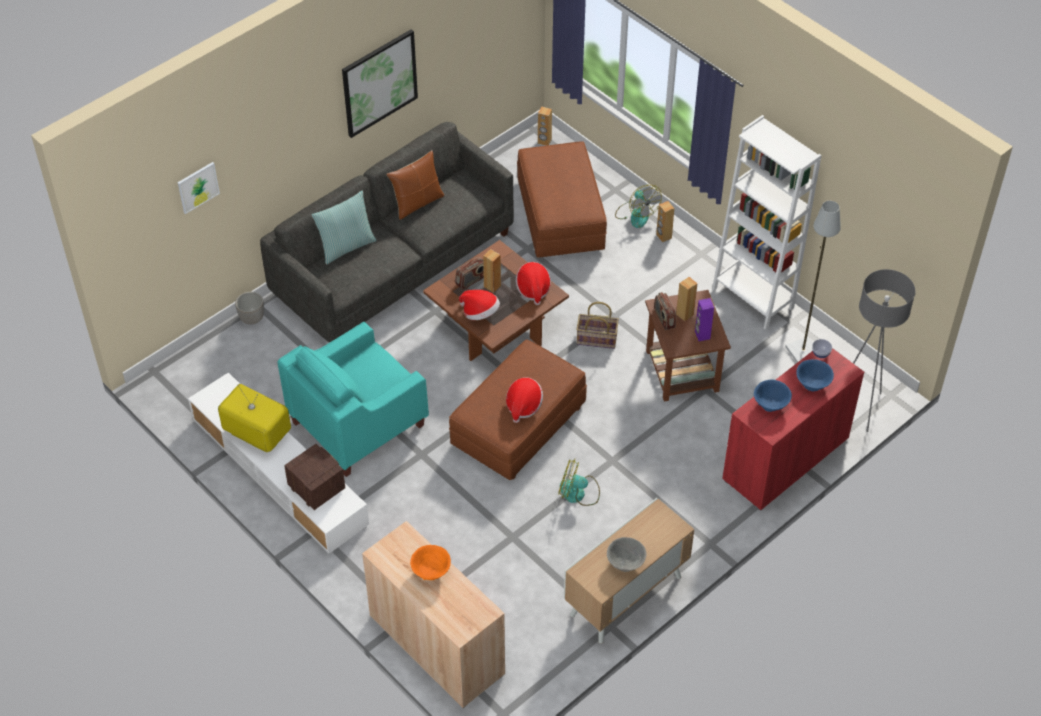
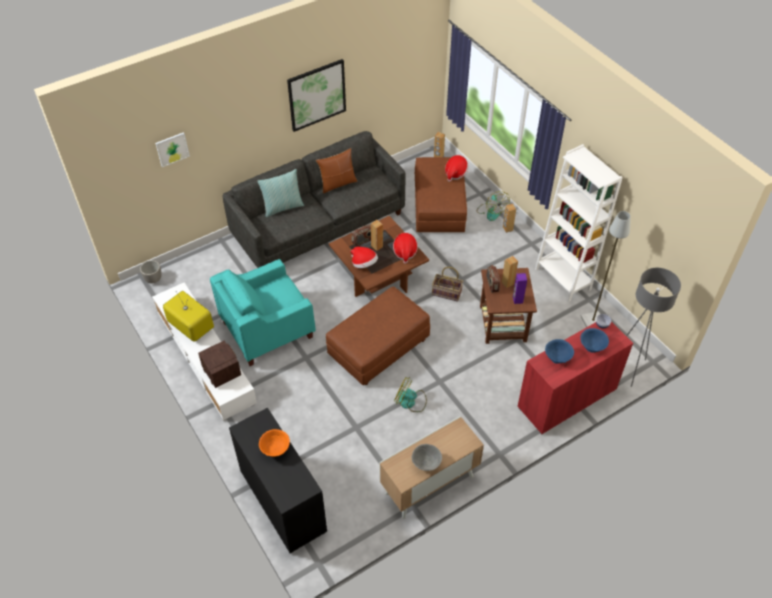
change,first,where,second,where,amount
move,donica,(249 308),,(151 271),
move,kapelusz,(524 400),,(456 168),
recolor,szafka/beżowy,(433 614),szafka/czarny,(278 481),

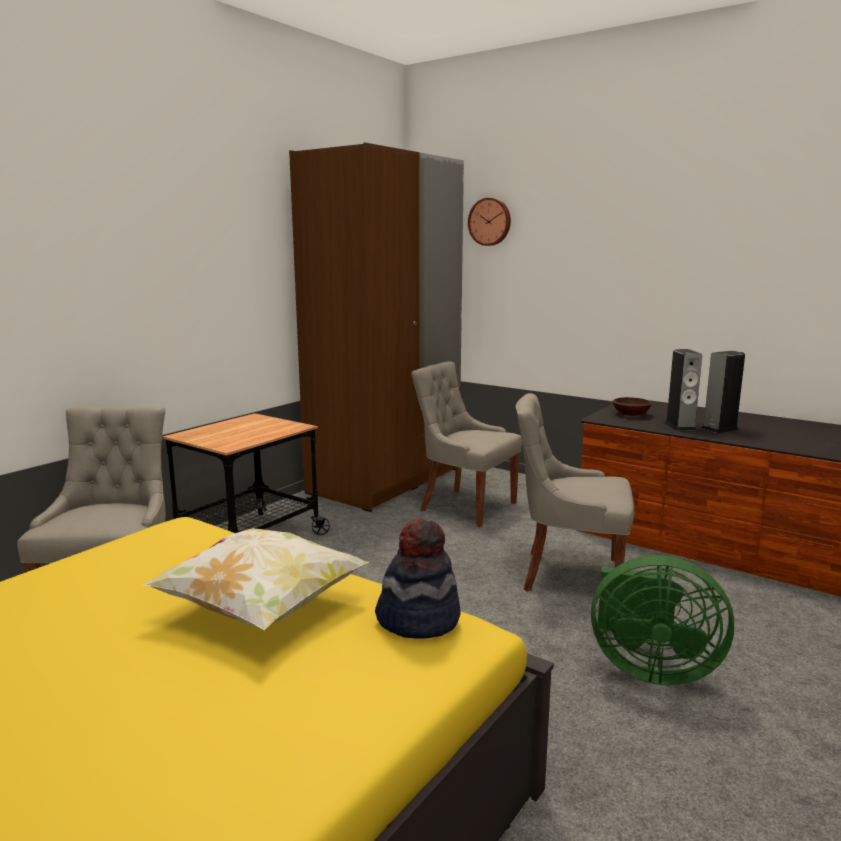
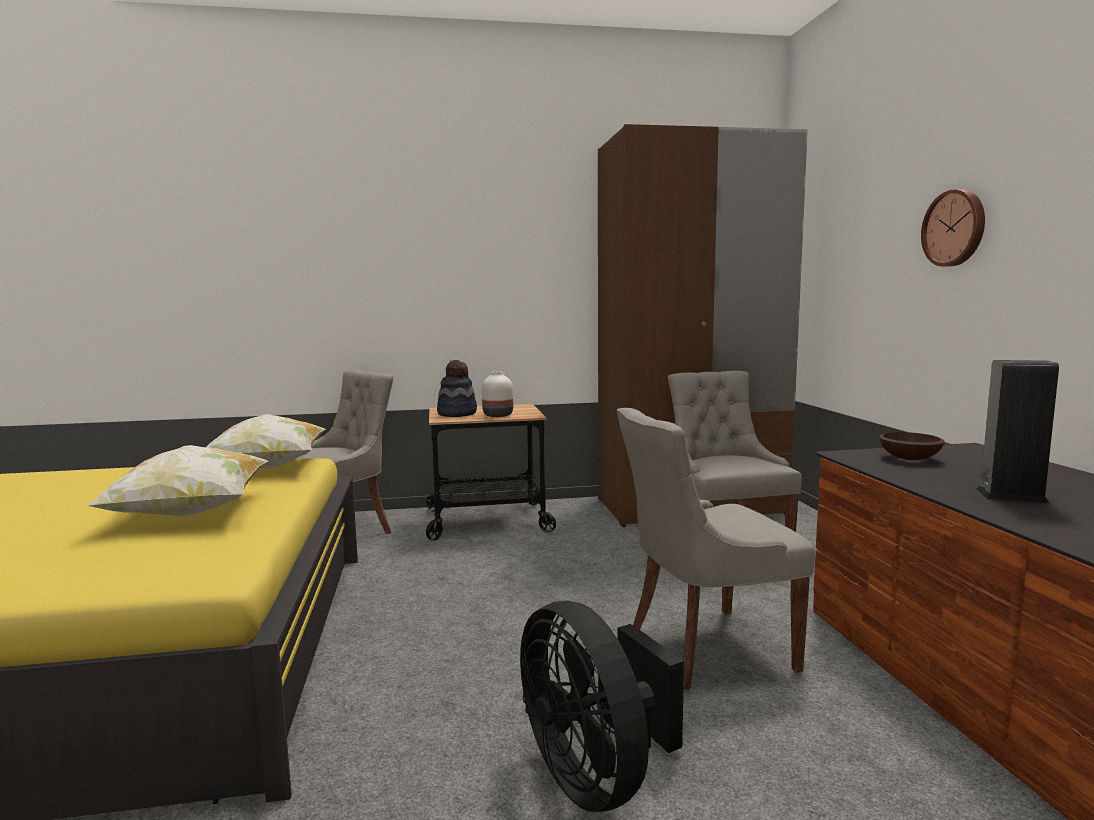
change,first,where,second,where,amount
move,zegar ścienny,(489 222),,(953 228),
delete,głośnik,(683 390),,,
rotate,krzesło/szary,(574 492),,(716 549),75 degrees counterclockwise
move,kapelusz,(418 578),,(457 388),
recolor,wentylator/zielony,(662 620),wentylator/czarny,(602 706),
insert,,,wazon/biały,(497 394),
insert,,,poduszka,(266 441),

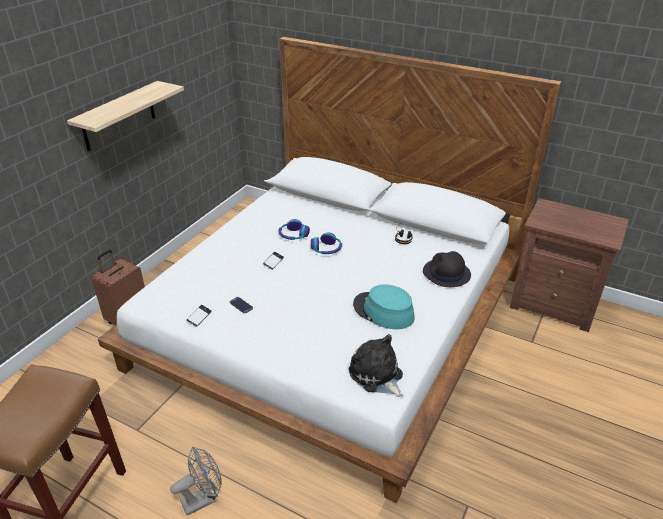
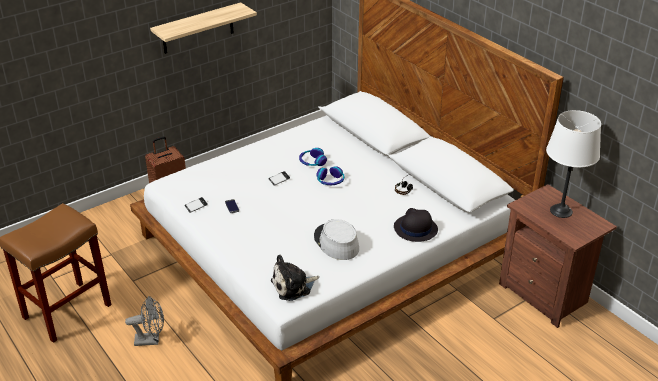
change,first,where,second,where,amount
recolor,kapelusz/turkusowy,(384 306),kapelusz/szary,(336 239),
rotate,pluszak,(376 365),,(295 277),105 degrees counterclockwise
insert,,,lampa stołowa/biały,(573 164),

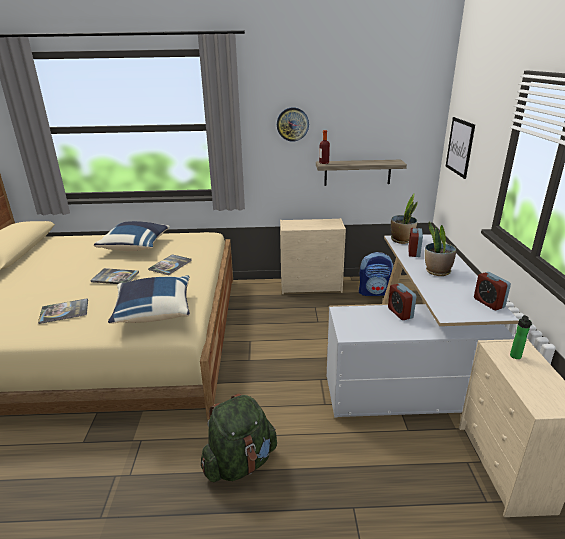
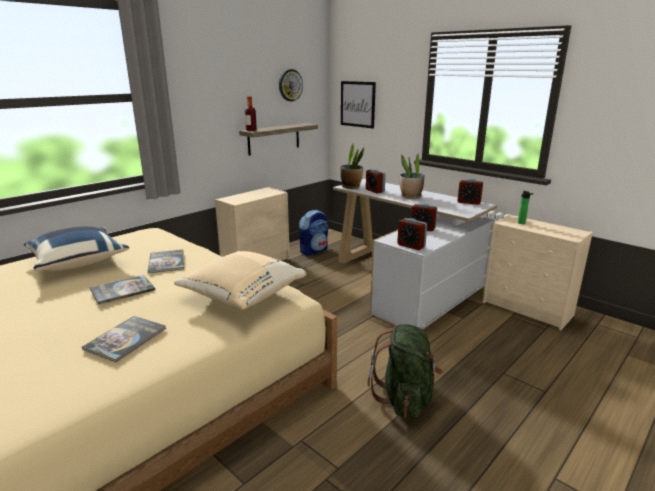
change,first,where,second,where,amount
move,zegar ścienny,(293 124),,(291 85),
recolor,poduszka/niebieski,(149 299),poduszka/beżowy,(240 280),
insert,,,budzik,(412 234),

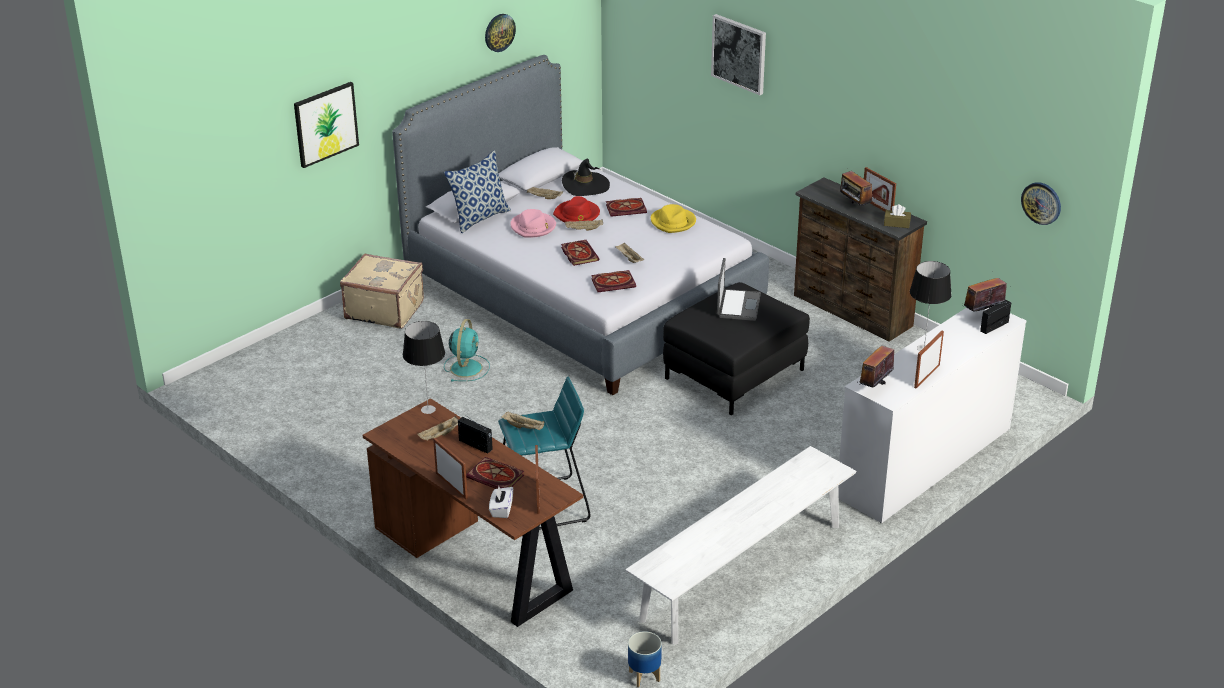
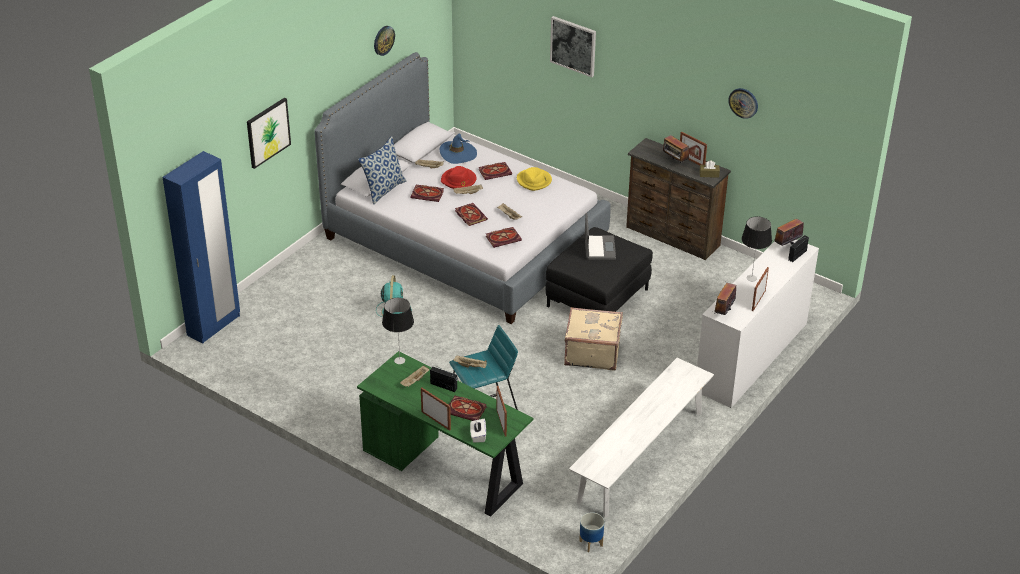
change,first,where,second,where,amount
recolor,kapelusz/czarny,(586 177),kapelusz/niebieski,(458 149),
move,zegar ścienny,(1041 203),,(743 103),
replace,kapelusz/różowy,(533 223),książka,(427 193),
move,walizka/beżowy,(382 291),,(593 339),
recolor,biurko/brązowy,(473 512),biurko/zielony,(445 434),
insert,,,szafa/niebieski,(201 247),

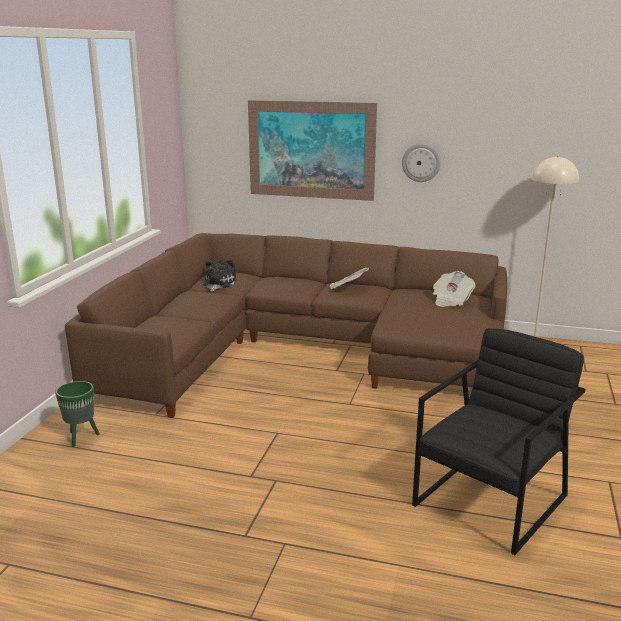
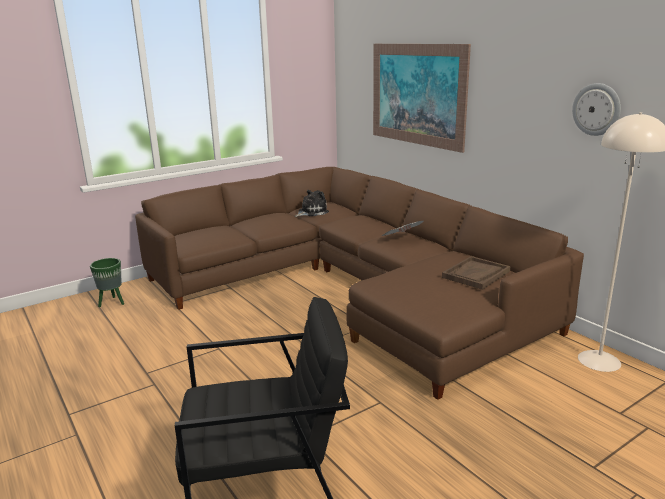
change,first,where,second,where,amount
move,zegar ścienny,(421 162),,(596 109),
replace,gazeta,(454 289),taca/brązowy,(476 273),

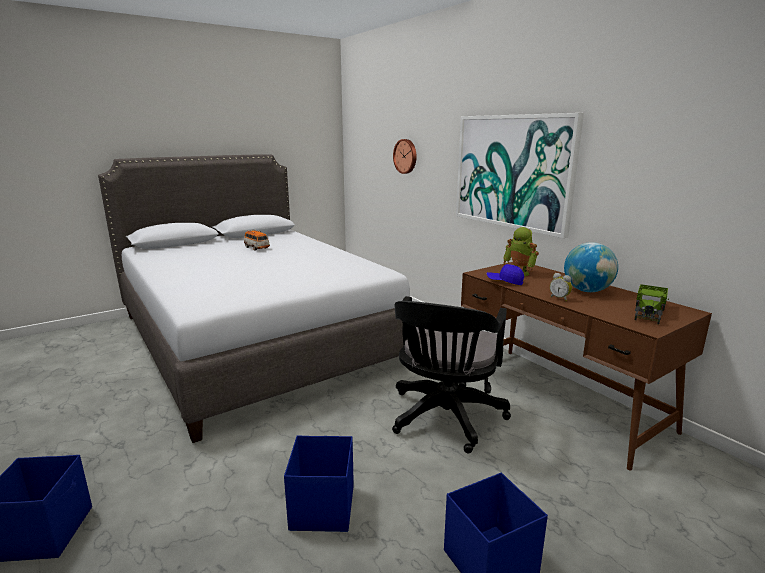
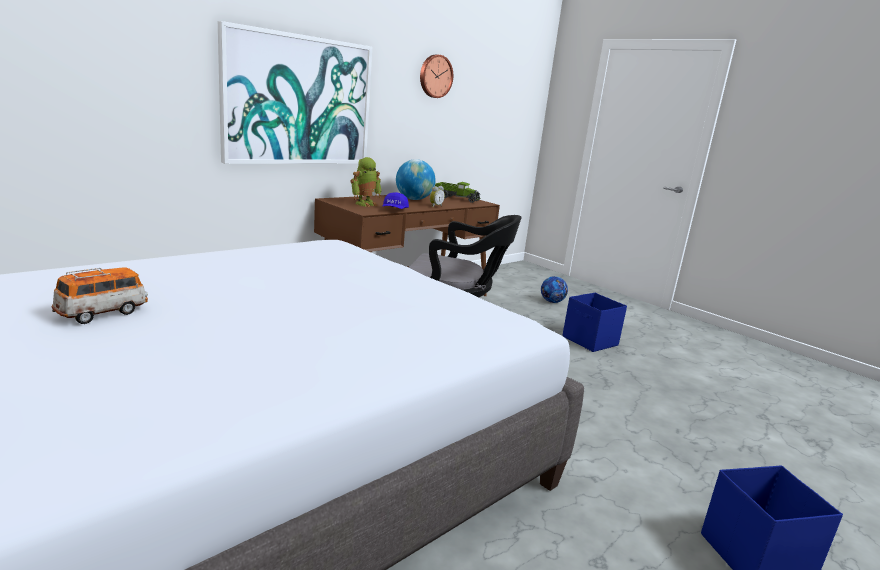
change,first,where,second,where,amount
move,zegar ścienny,(405 156),,(436 76),
delete,pojemnik do przechowywania/niebieski,(319 483),,,
insert,,,piłka futbolowa,(554 289),

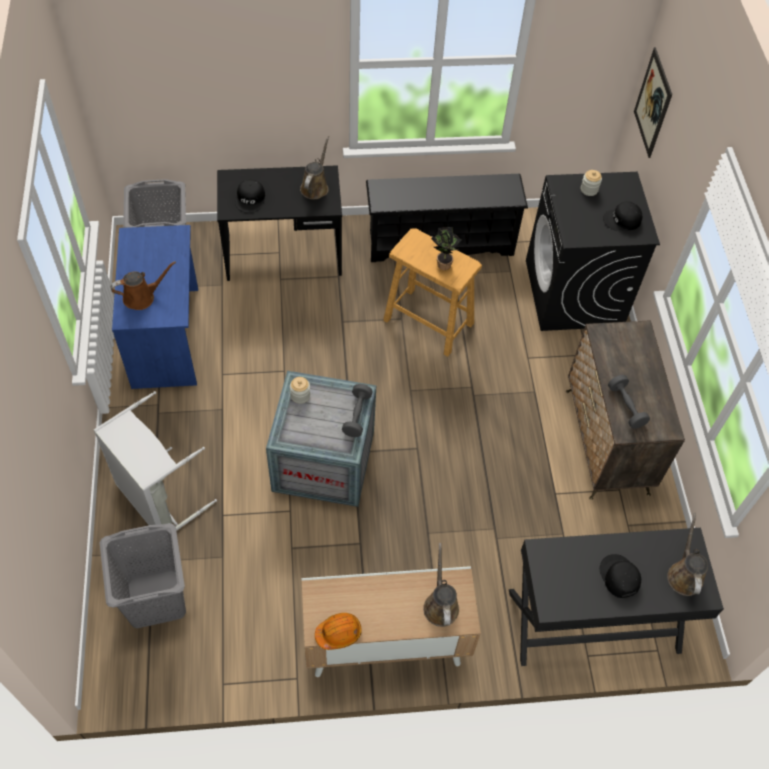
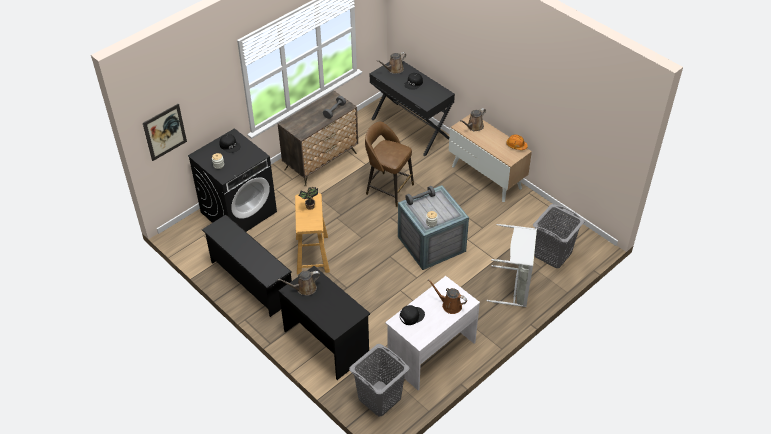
change,first,where,second,where,amount
move,czapka z daszkiem/czarny,(250 196),,(412 315),
recolor,biurko/niebieski,(155 307),biurko/biały,(432 333),
insert,,,stołek/brązowy,(389 164),

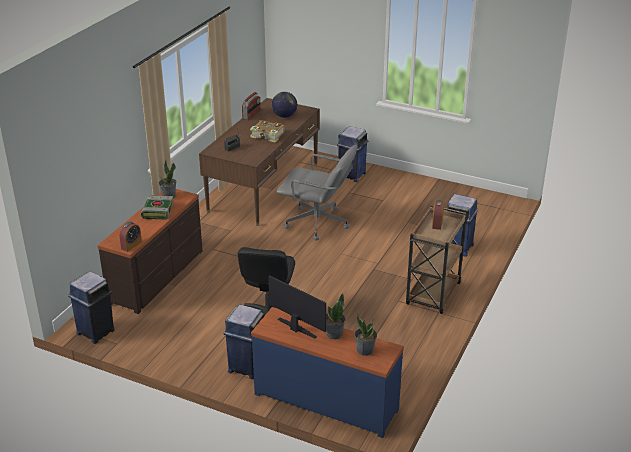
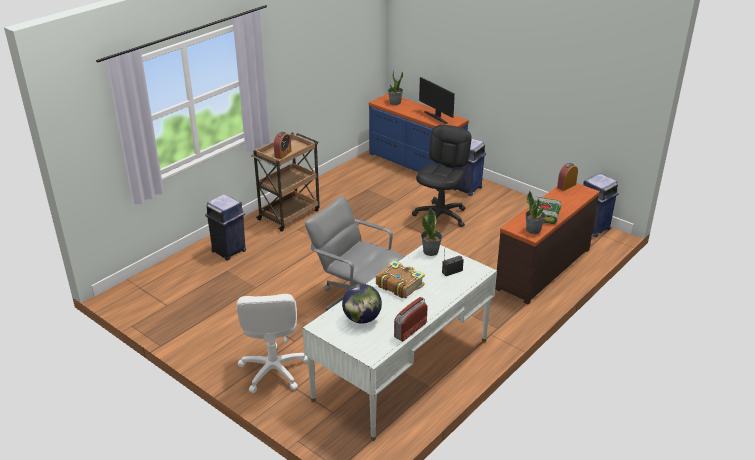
change,first,where,second,where,amount
recolor,biurko/brązowy,(259 162),biurko/biały,(400 342),
replace,kosz na śmieci/niebieski,(352 154),krzesło biurowe/biały,(272 343),
move,roślina doniczkowa,(336 316),,(431 232),

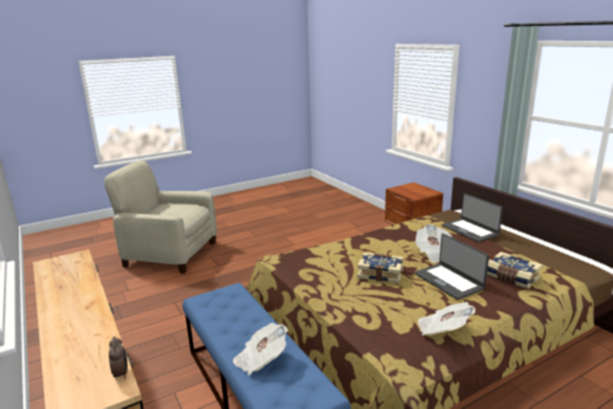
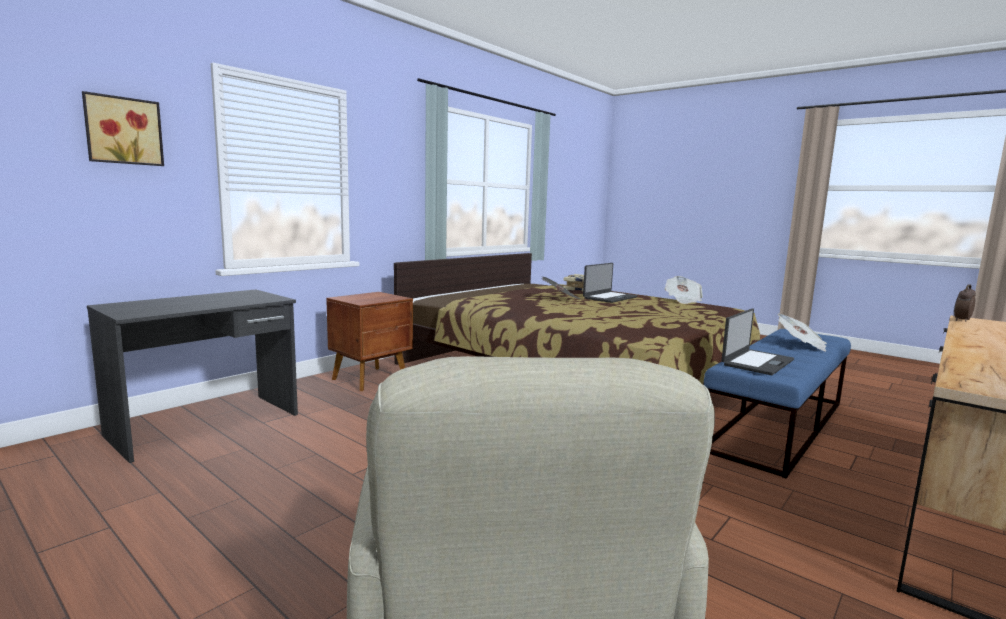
change,first,where,second,where,amount
move,laptop,(472 217),,(757 342),
delete,książka,(380 268),,,
insert,,,obraz,(123 128),
insert,,,biurko/szary,(192 376),

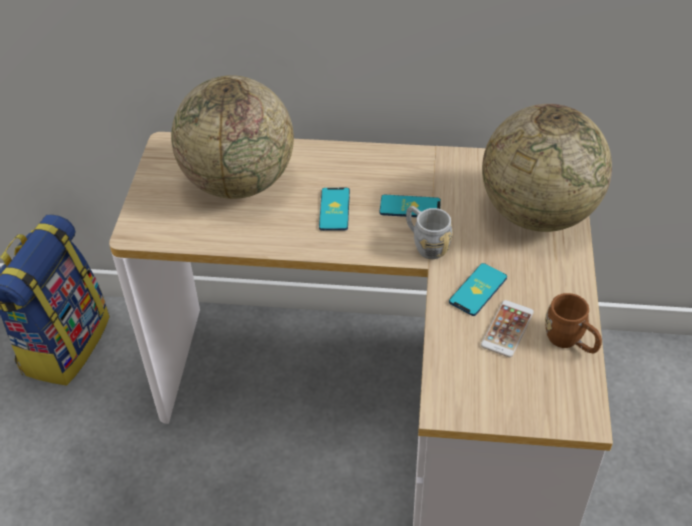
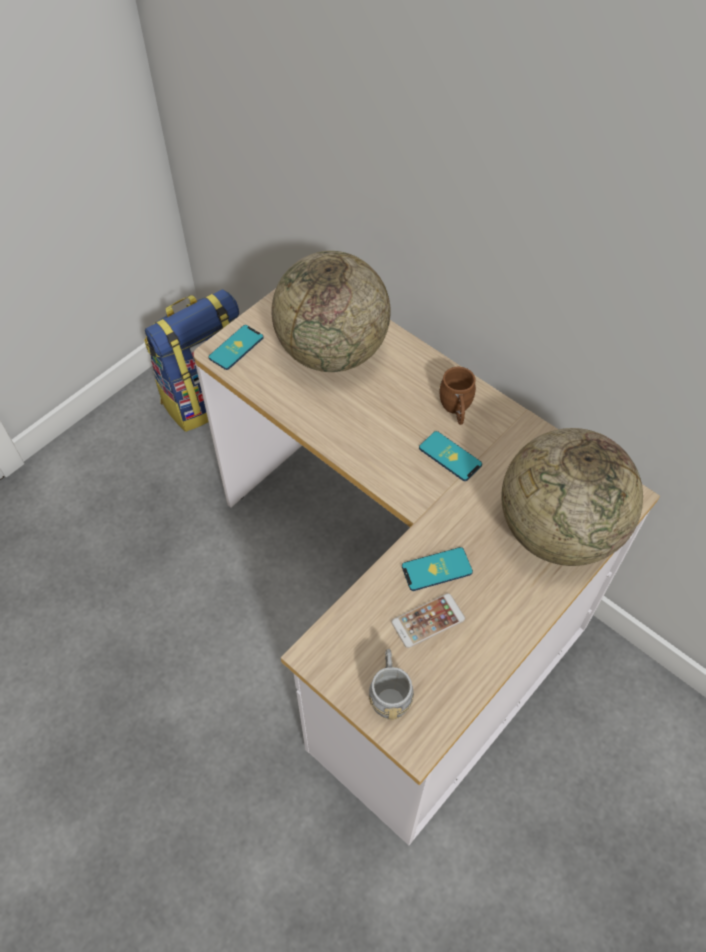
change,first,where,second,where,amount
move,telefon,(334 209),,(236 347),
move,kubek/szary,(429 232),,(391 685),
move,kubek/brązowy,(573 323),,(457 396),

